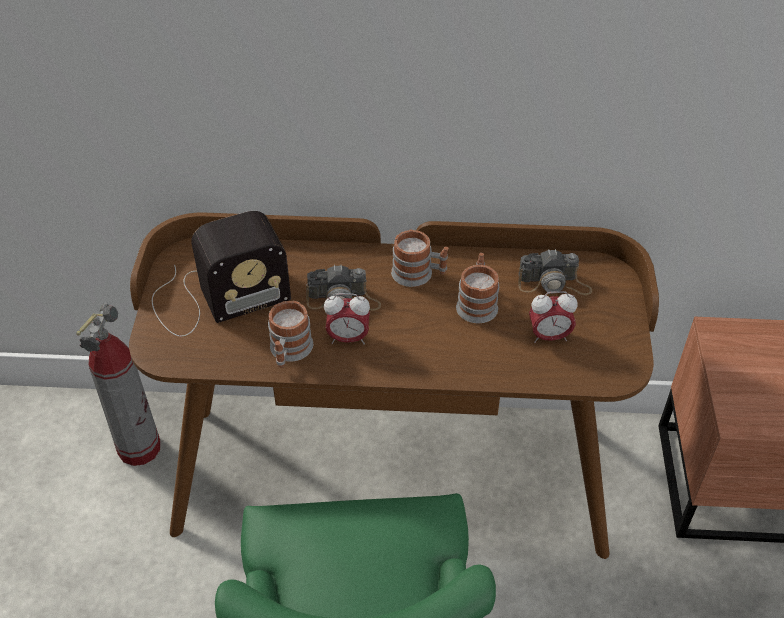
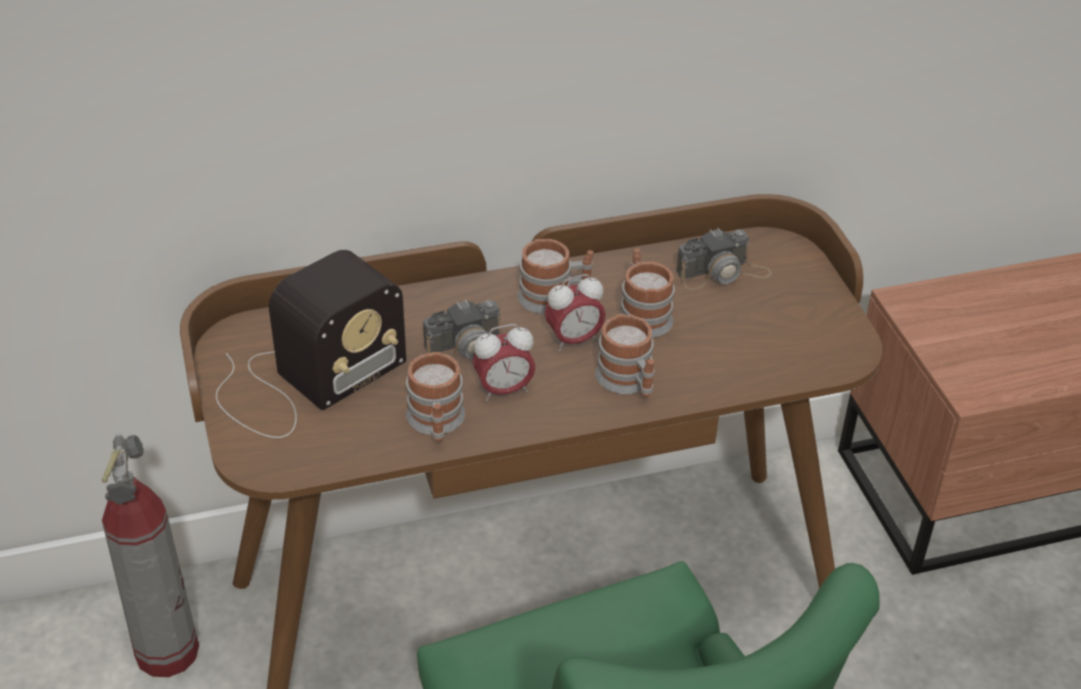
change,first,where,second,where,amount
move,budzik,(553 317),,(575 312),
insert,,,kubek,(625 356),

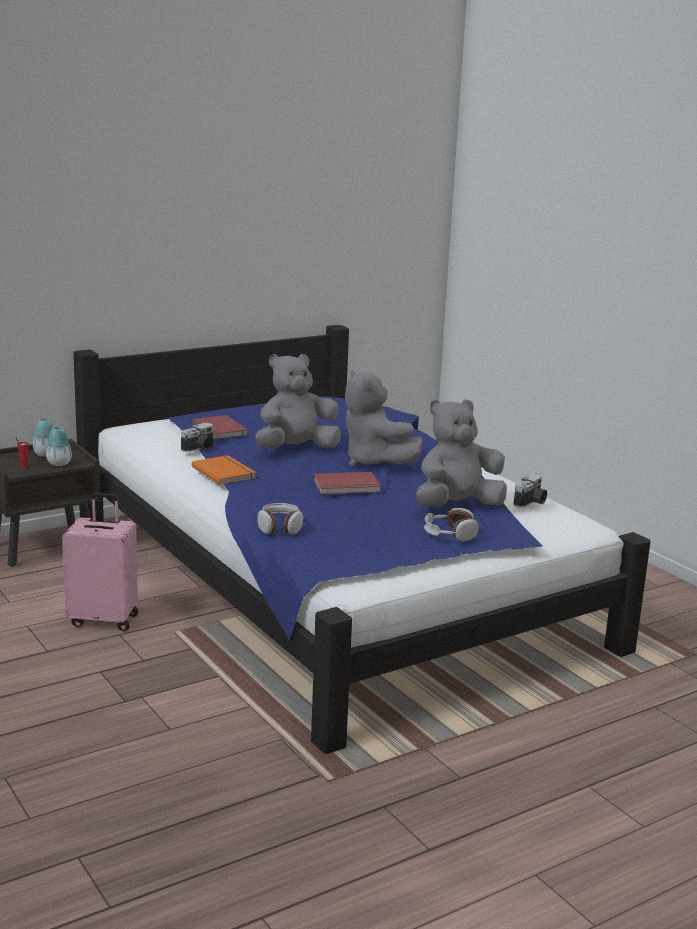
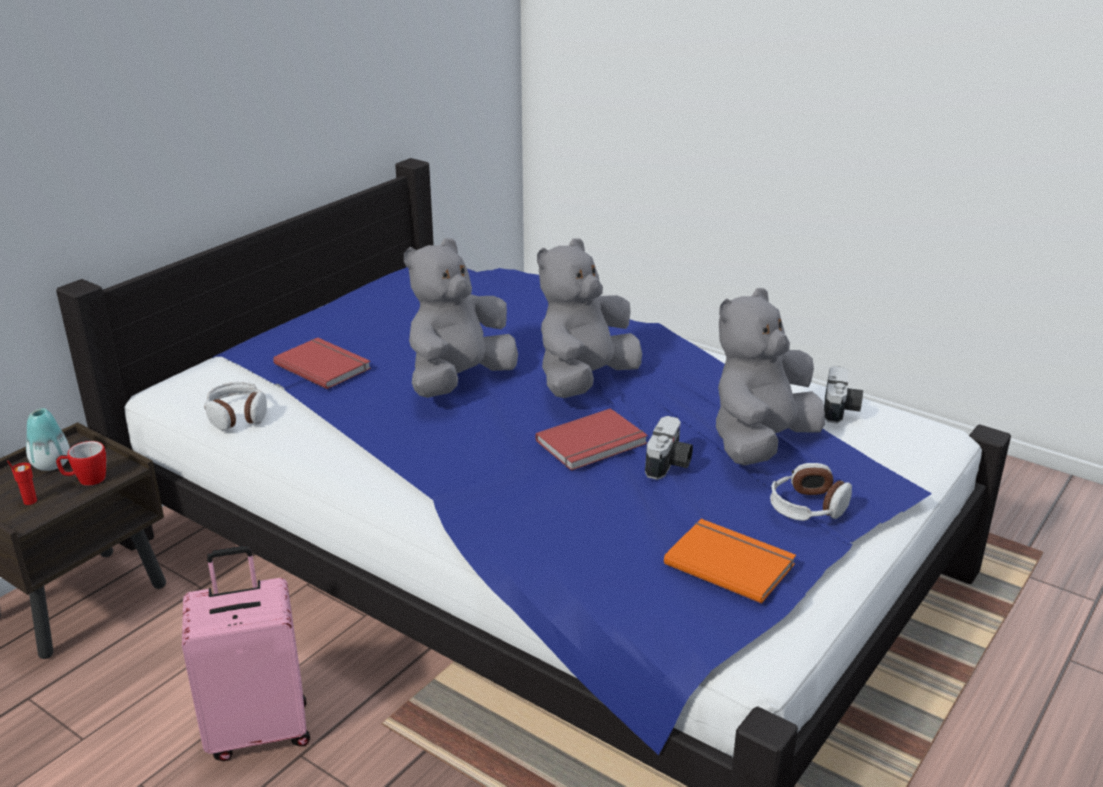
change,first,where,second,where,amount
rotate,pluszak/szary,(384 418),,(589 318),90 degrees clockwise
move,aparat fotograficzny,(197 437),,(669 448),
replace,wazon,(59 446),kubek,(81 463),
move,książka/pomarańczowy,(224 470),,(730 561),
move,słuchawki,(280 519),,(235 406),

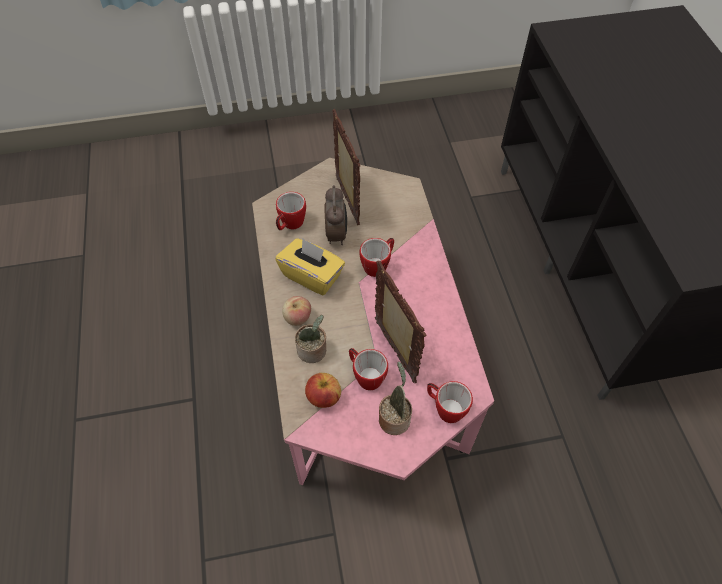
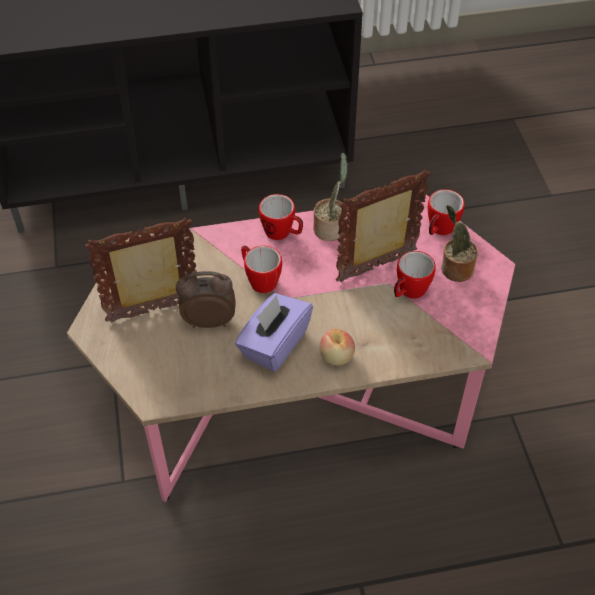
change,first,where,second,where,amount
move,kubek,(291 211),,(281 217),
recolor,pudełko chusteczek/żółty,(310 266),pudełko chusteczek/fioletowy,(274 332),
move,roślina doniczkowa,(310 339),,(331 197),
delete,jabłko,(323 390),,,

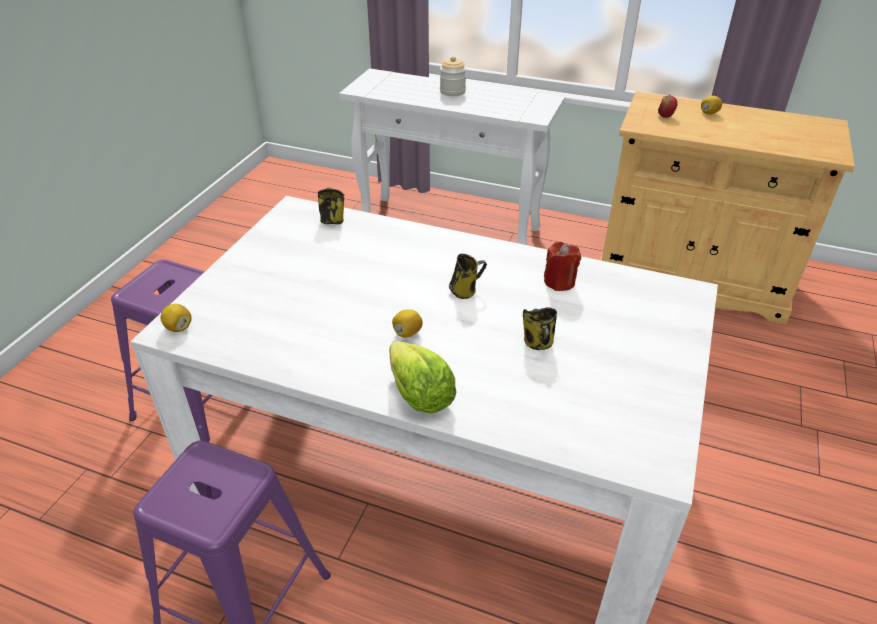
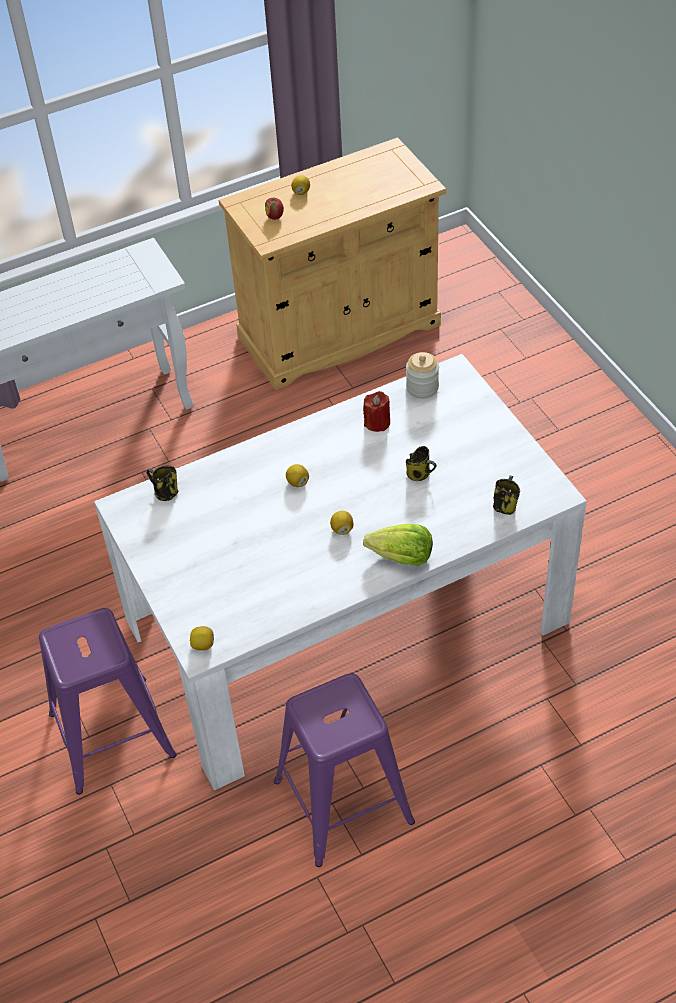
change,first,where,second,where,amount
move,słoik,(453 76),,(422 375),
move,kubek,(468 276),,(506 495),
insert,,,cytryna,(297 475),

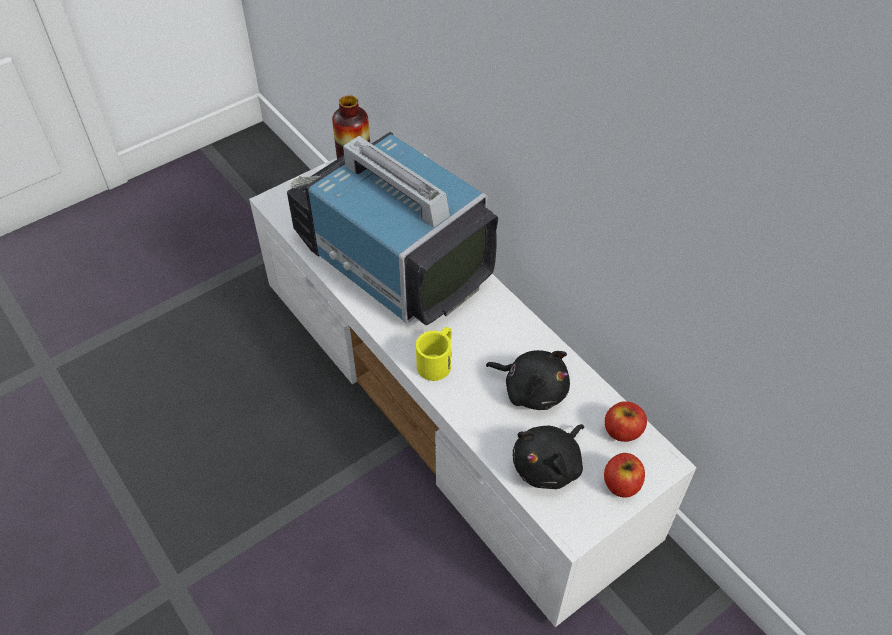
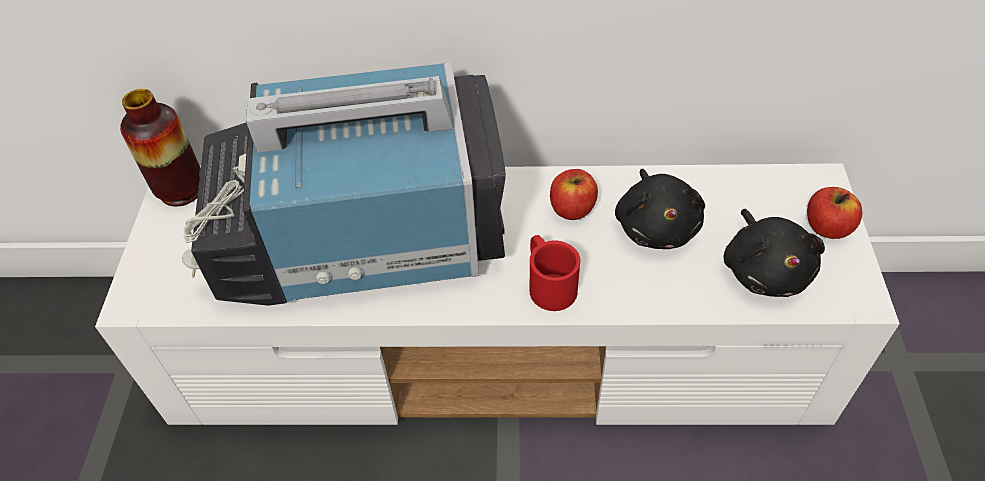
change,first,where,second,where,amount
recolor,kubek/żółty,(434 354),kubek/czerwony,(555 273),
rotate,pluszak/czarny,(528 380),,(660 209),105 degrees clockwise
move,jabłko,(626 421),,(574 194),

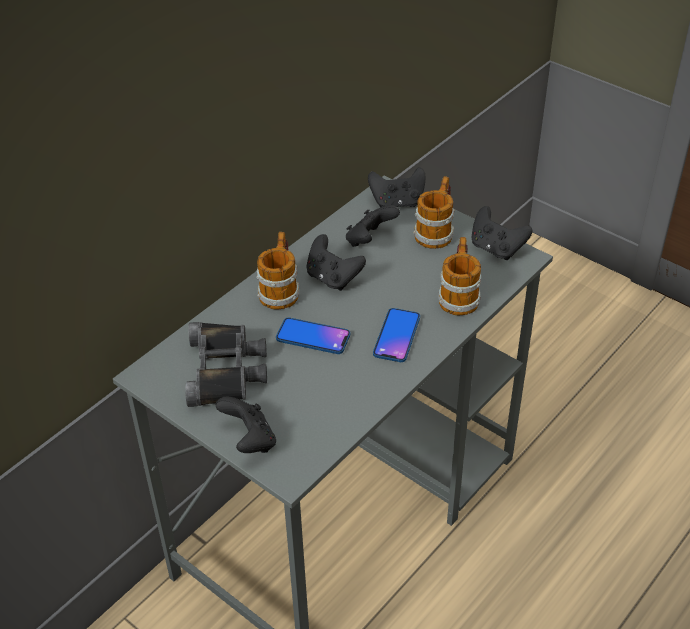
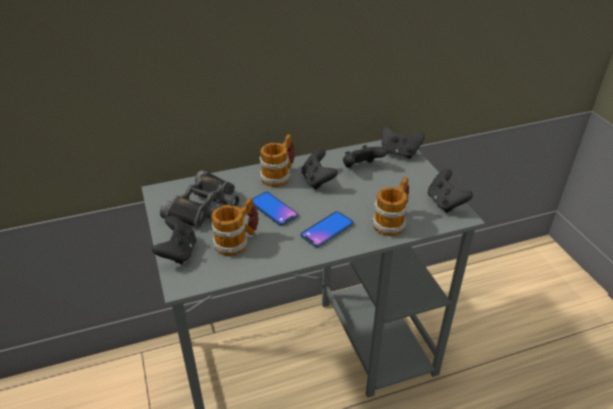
change,first,where,second,where,amount
move,kubek,(434 212),,(235 227),

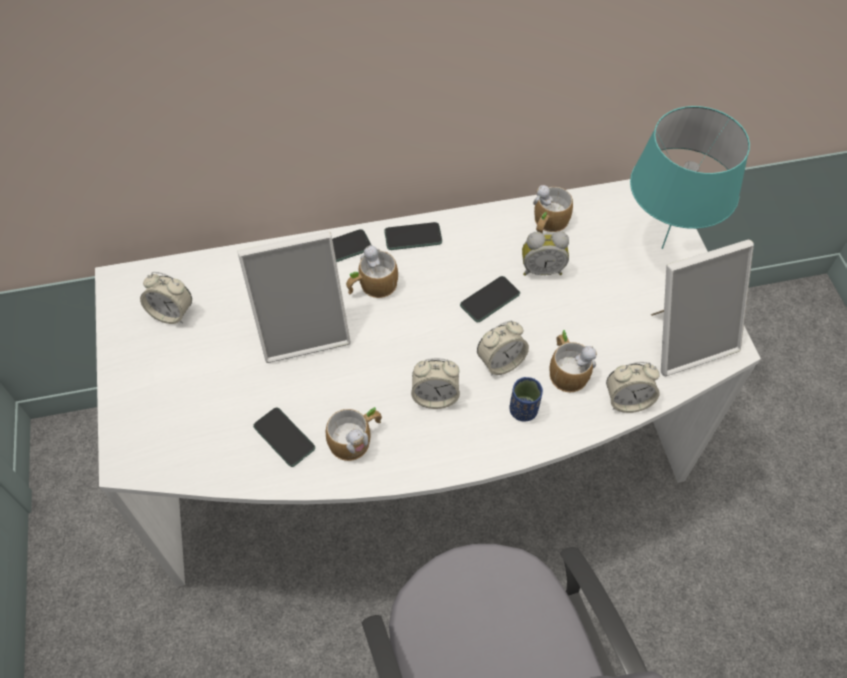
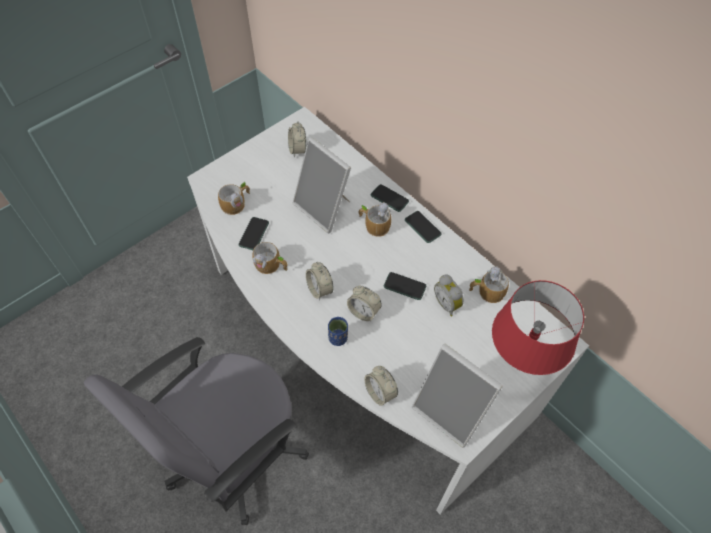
change,first,where,second,where,amount
recolor,lampa stołowa/turkusowy,(690 177),lampa stołowa/czerwony,(538 327),
move,kubek,(573 361),,(234 198),

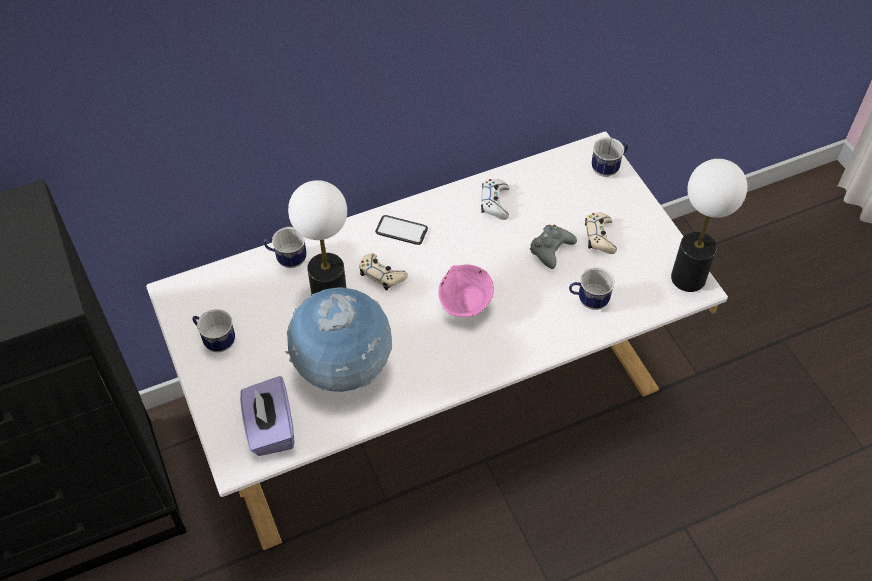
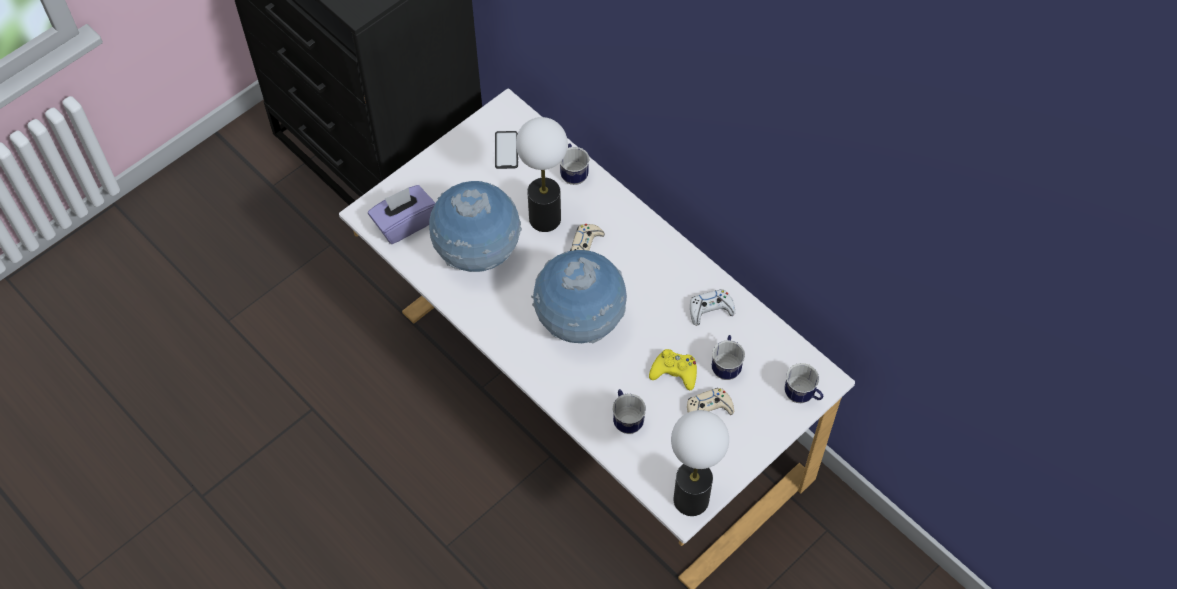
change,first,where,second,where,amount
move,telefon,(401 230),,(506 150),
recolor,pad do gier/szary,(553 247),pad do gier/żółty,(673 369),
replace,miska/różowy,(466 291),globus,(579 296),
move,kubek,(213 331),,(728 357),

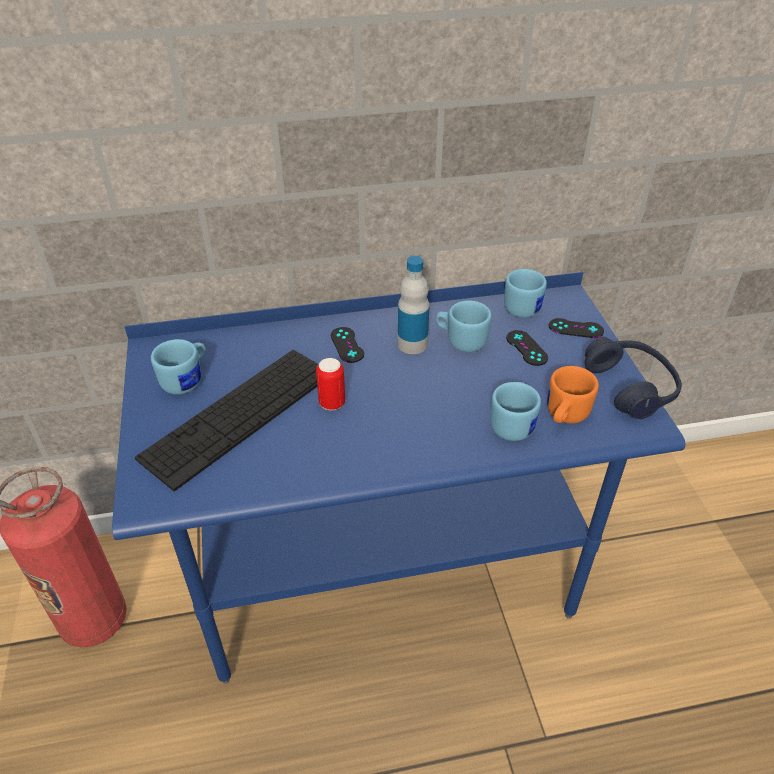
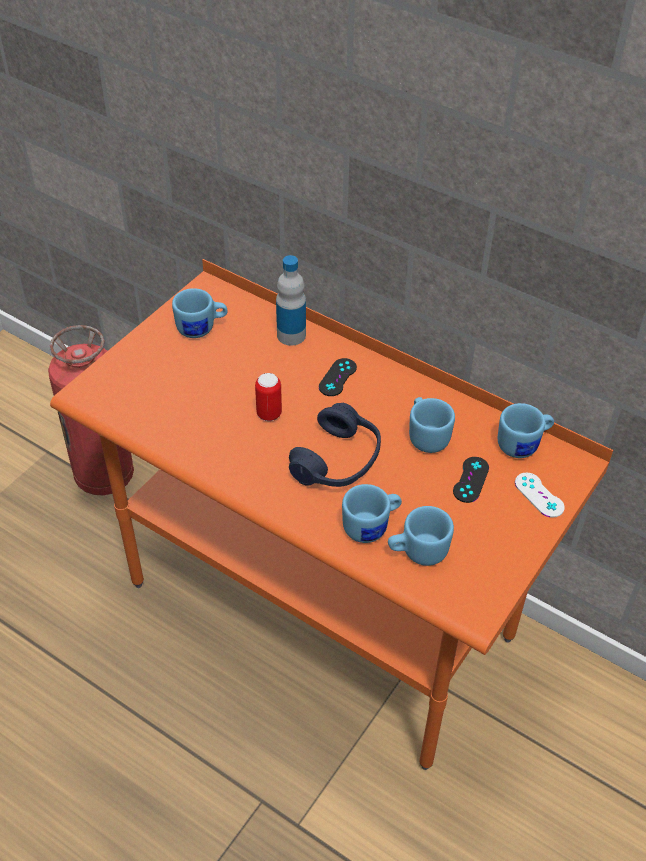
change,first,where,second,where,amount
move,butelka,(414 305),,(291 300),
recolor,biurko/niebieski,(398 478),biurko/pomarańczowy,(331 514),
recolor,pad do gier/czarny,(576 328),pad do gier/biały,(540 495),
move,słuchawki/niebieski,(633 378),,(335 445),
delete,klawiatura,(226 420),,,
recolor,kubek/pomarańczowy,(573 394),kubek/niebieski,(421 536),

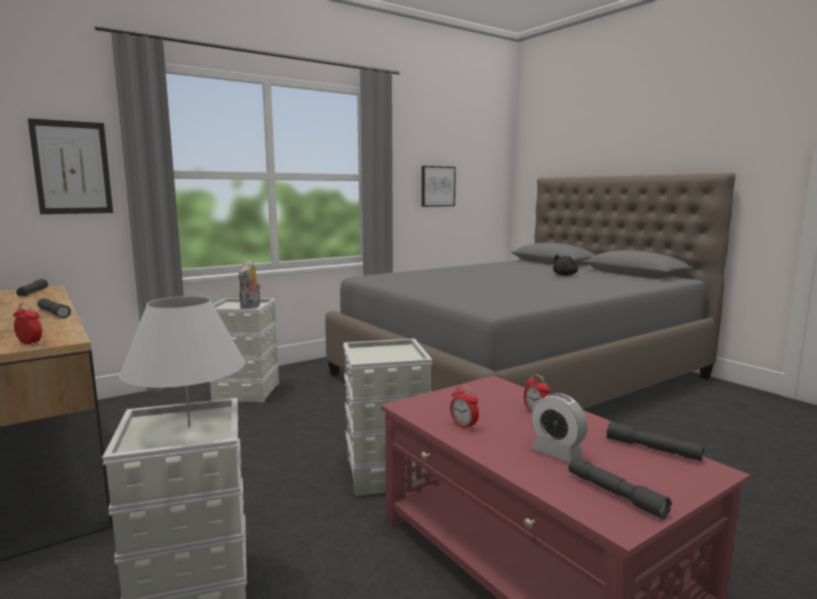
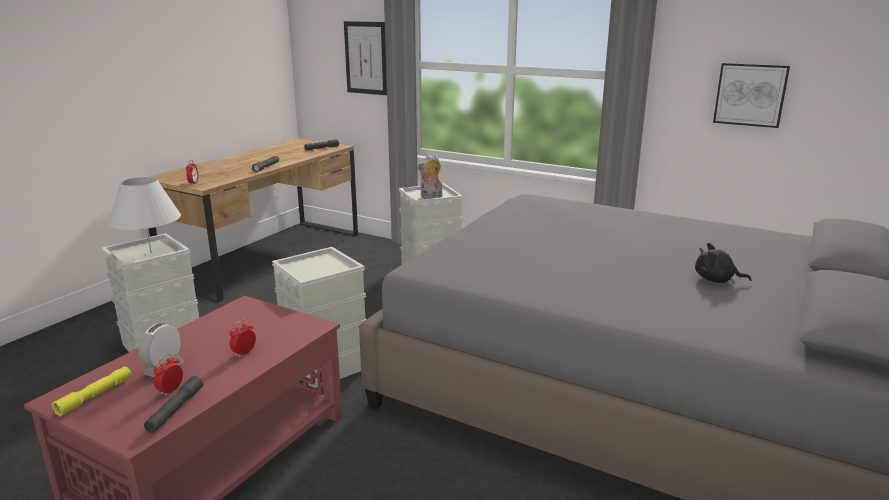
change,first,where,second,where,amount
move,budzik,(464 407),,(168 375),
recolor,latarka/szary,(620 488),latarka/żółty,(91 391),

